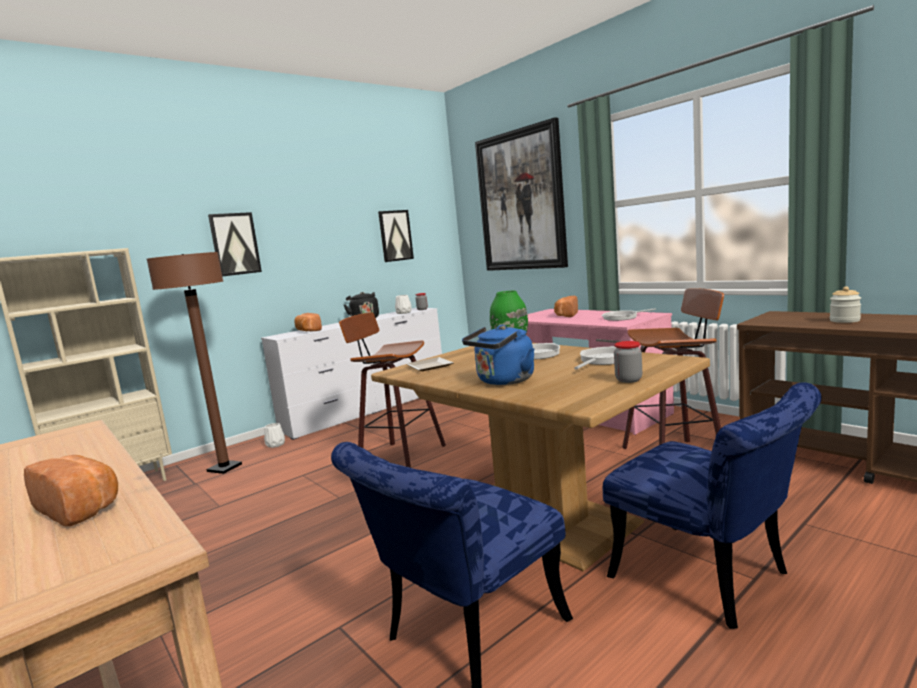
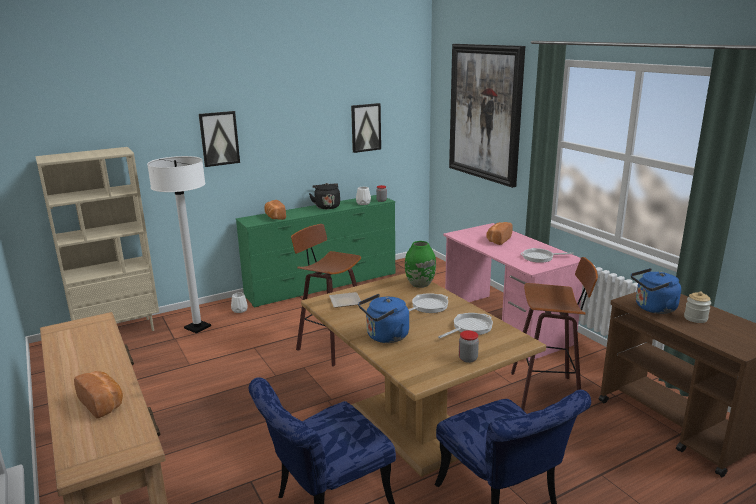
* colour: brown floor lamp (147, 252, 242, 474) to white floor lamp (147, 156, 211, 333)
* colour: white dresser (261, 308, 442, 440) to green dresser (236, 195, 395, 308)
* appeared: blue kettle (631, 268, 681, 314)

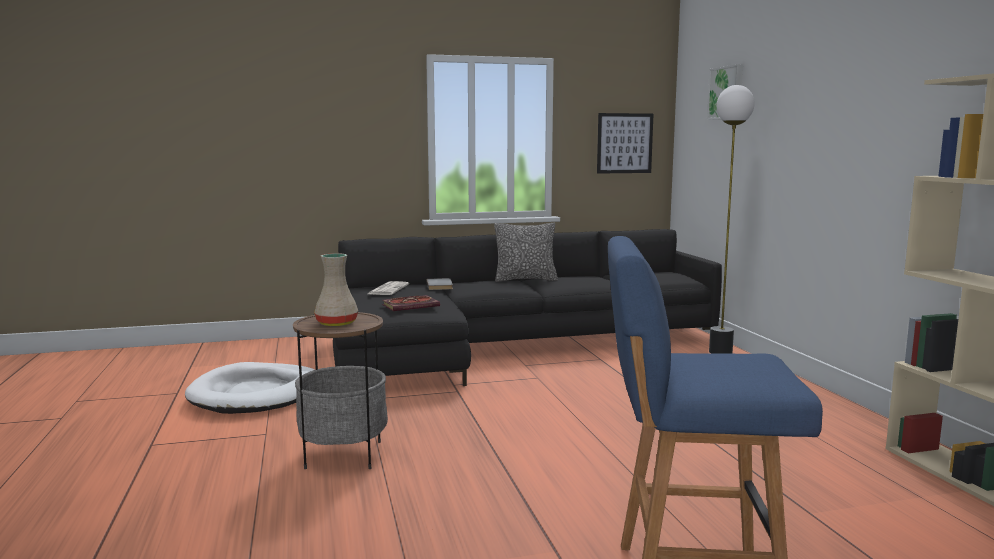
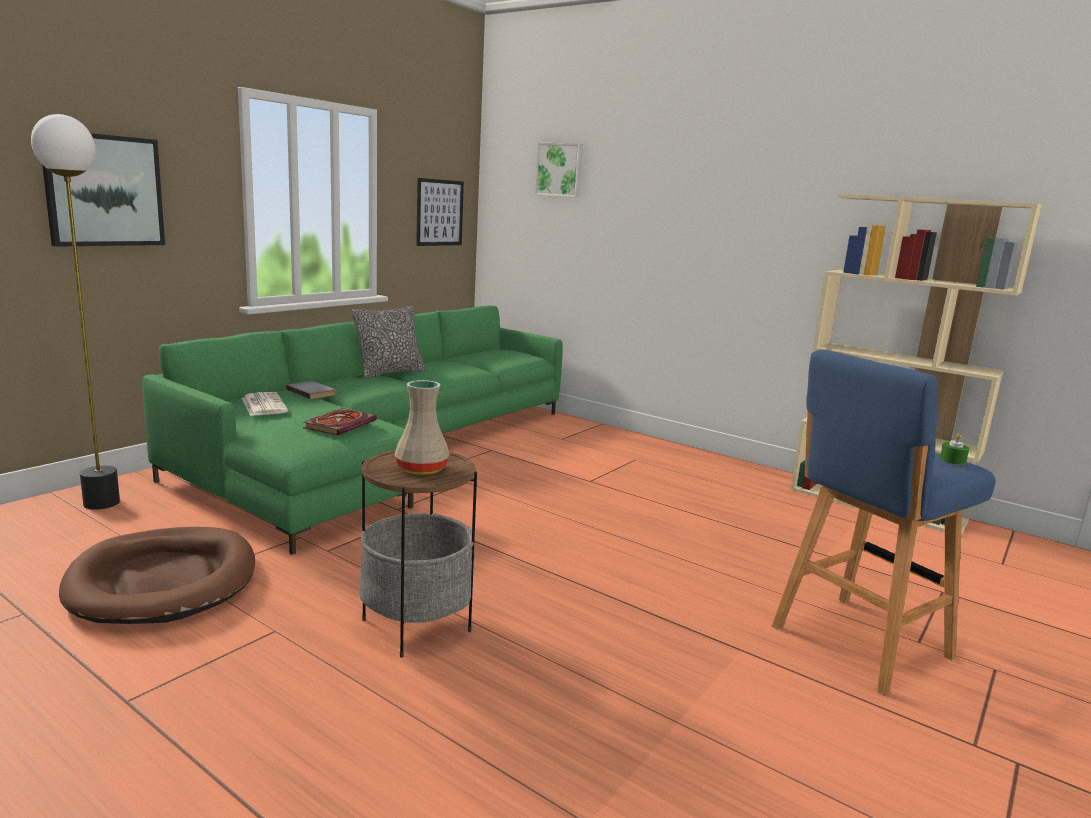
* relocated: floor lamp (709, 85, 755, 354) to (31, 114, 120, 510)
* appeared: picture (42, 133, 165, 247)
* colour: white dog bed (185, 362, 315, 414) to brown dog bed (59, 527, 255, 624)
* colour: black sofa (333, 229, 722, 386) to green sofa (142, 305, 563, 555)
* appeared: green candle (940, 434, 969, 465)

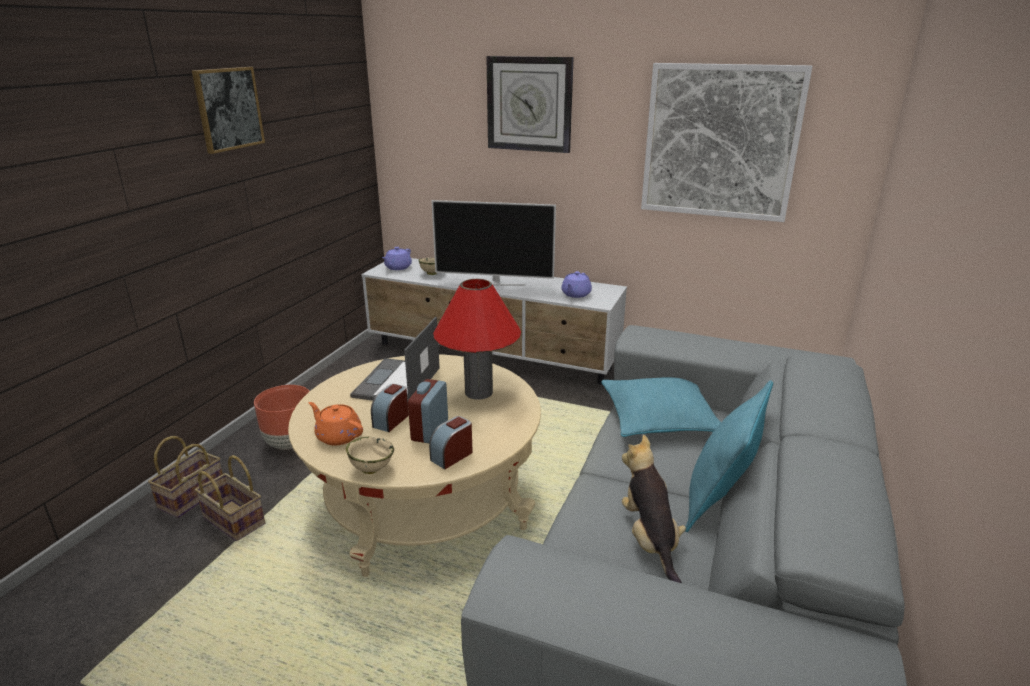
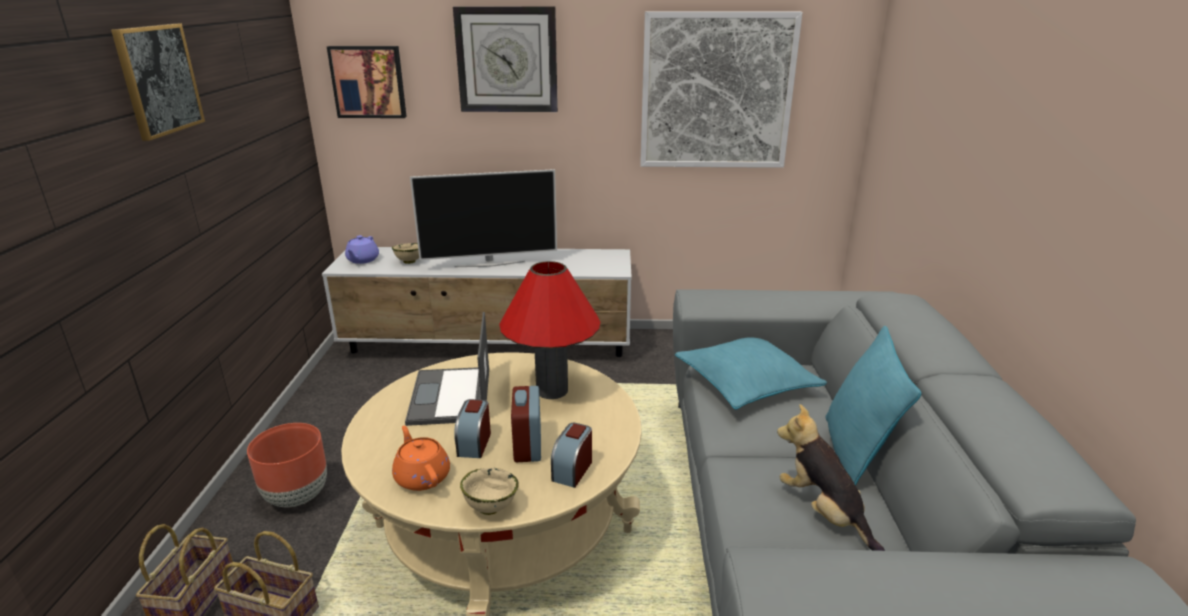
* appeared: picture (327, 46, 407, 118)
* spun: orange teapot (309, 402, 363, 445) = (392, 426, 450, 491) 45 degrees clockwise
* missing: purple teapot (561, 271, 592, 298)

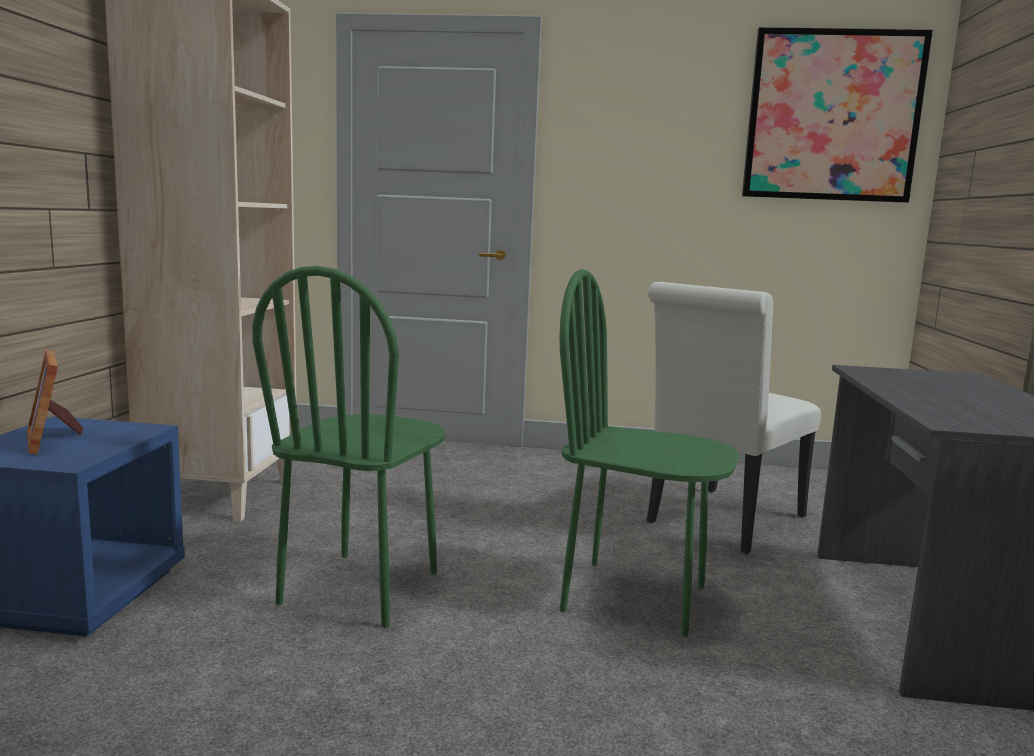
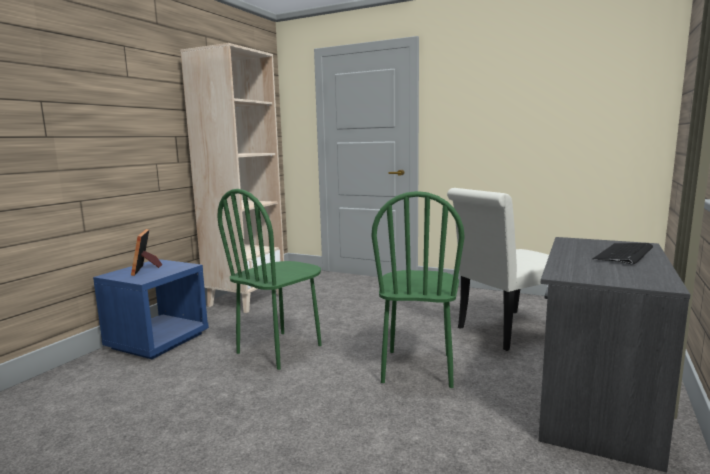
* spun: green chair (560, 269, 739, 637) = (371, 191, 465, 388) 120 degrees counterclockwise
* appeared: keyboard (593, 243, 653, 264)
* missing: picture (742, 27, 933, 203)

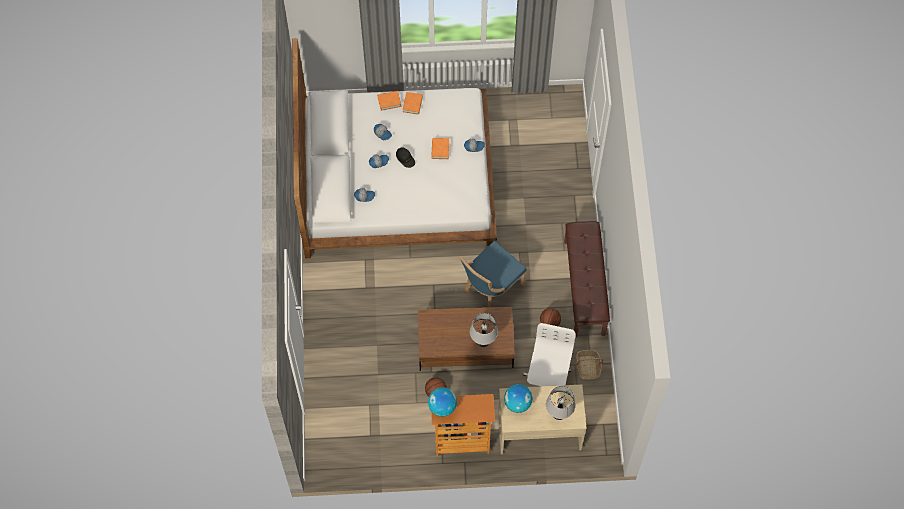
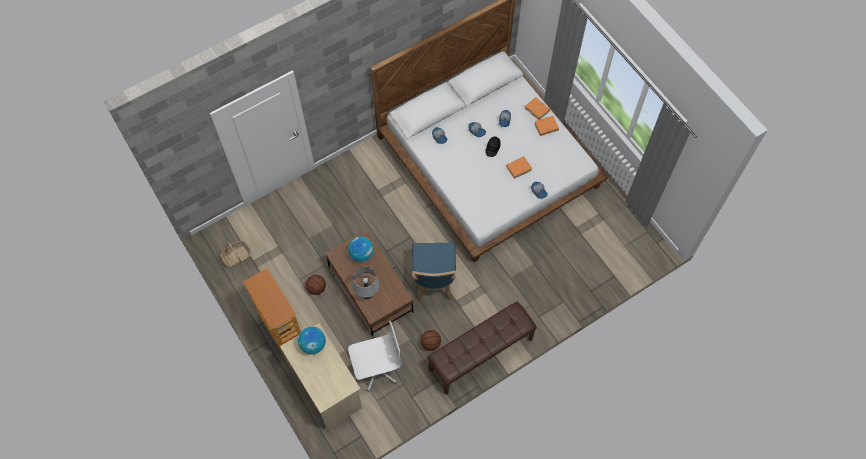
* relocated: basket (576, 350, 603, 380) to (220, 241, 251, 267)
* relocated: globe (428, 387, 457, 417) to (348, 236, 374, 262)
* spun: blue chair (460, 241, 527, 307) = (412, 243, 456, 302) 105 degrees counterclockwise
* missing: grey table lamp (546, 386, 575, 420)

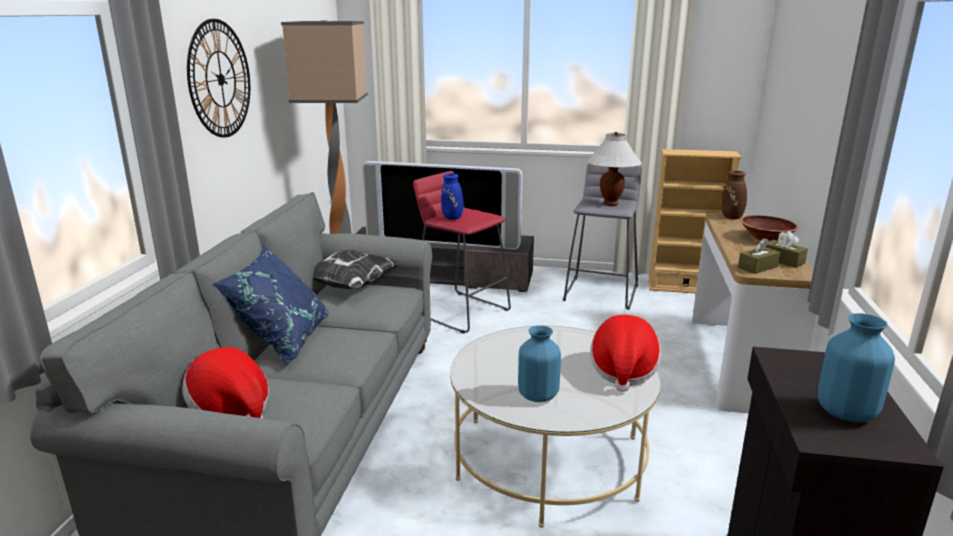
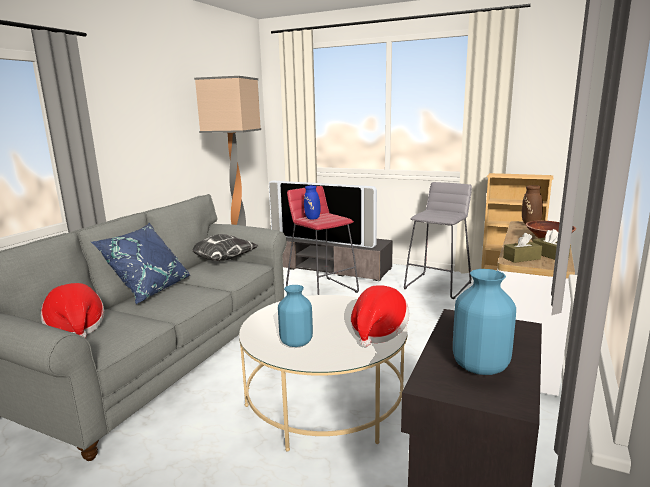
* missing: wall clock (187, 19, 250, 138)
* missing: white table lamp (586, 132, 642, 206)

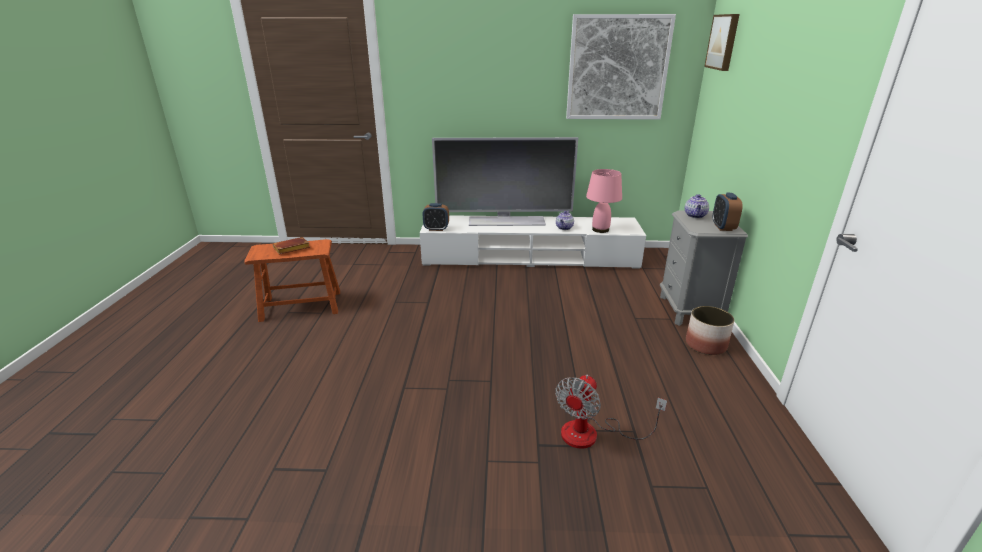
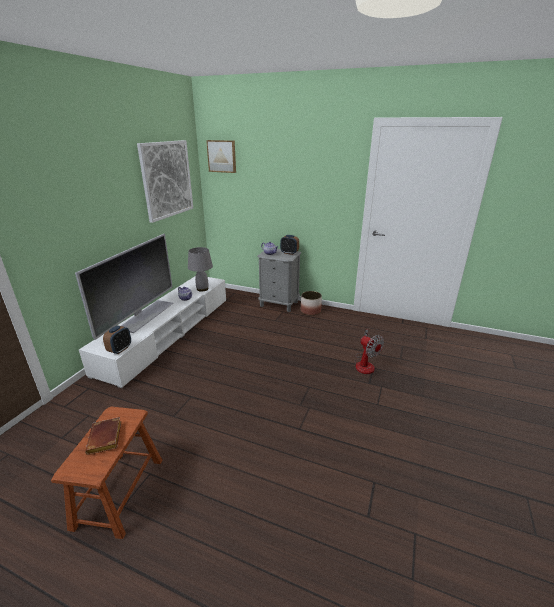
* colour: pink table lamp (586, 169, 622, 233) to grey table lamp (188, 247, 213, 292)

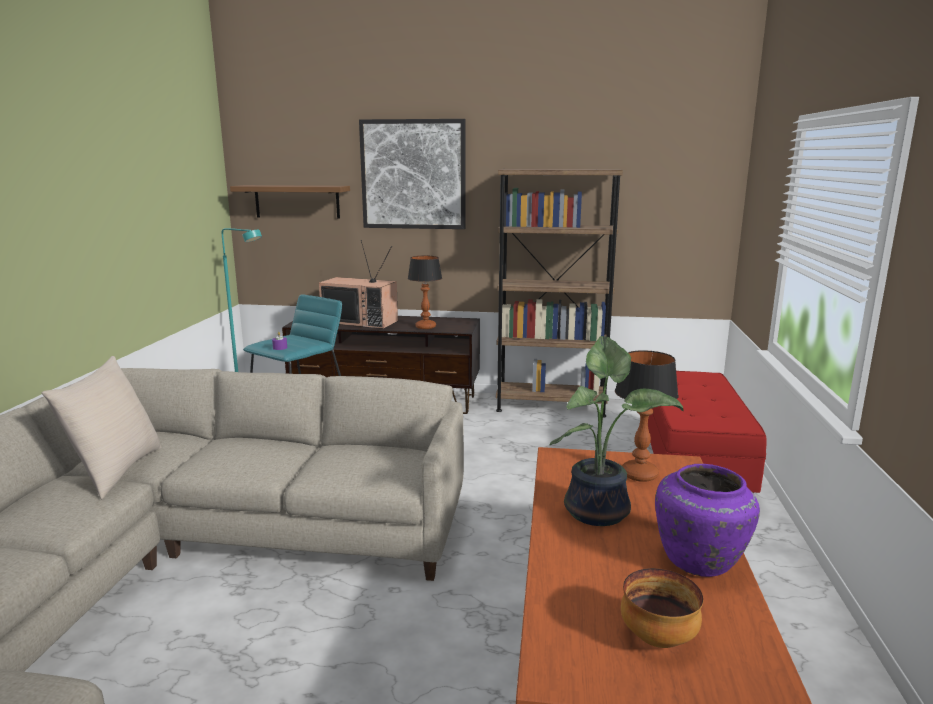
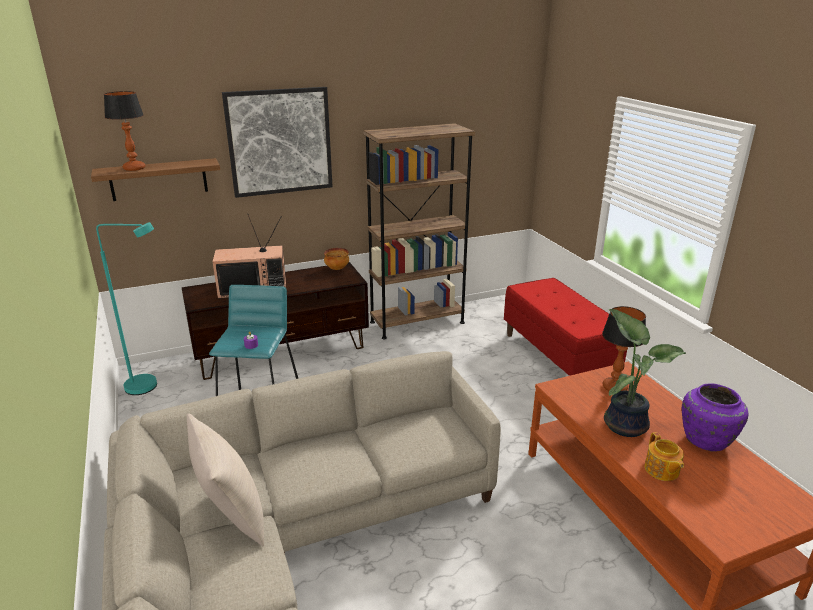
* relocated: table lamp (408, 256, 442, 329) to (104, 91, 146, 171)
* relocated: bowl (621, 568, 703, 648) to (324, 248, 349, 270)
* appeared: teapot (645, 432, 684, 481)

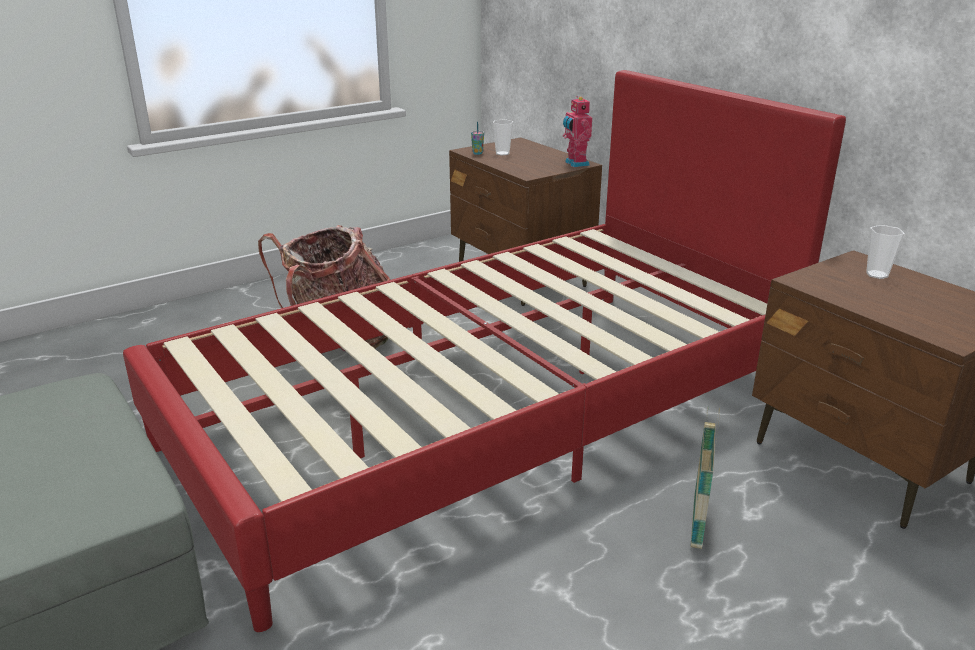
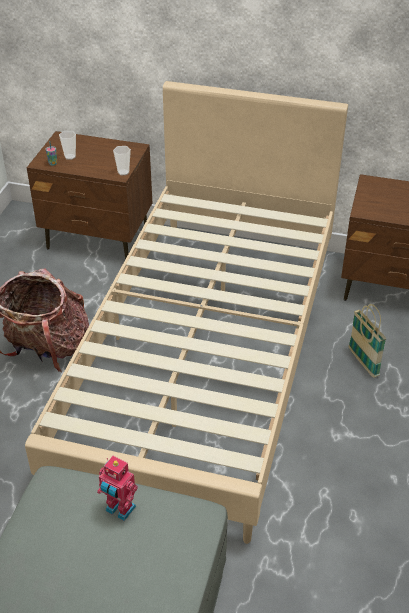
* colour: red bed (123, 70, 846, 632) to beige bed (25, 81, 348, 544)
* relocated: toy robot (563, 96, 592, 167) to (97, 456, 138, 521)
* relocated: cup (866, 225, 905, 279) to (113, 146, 131, 175)

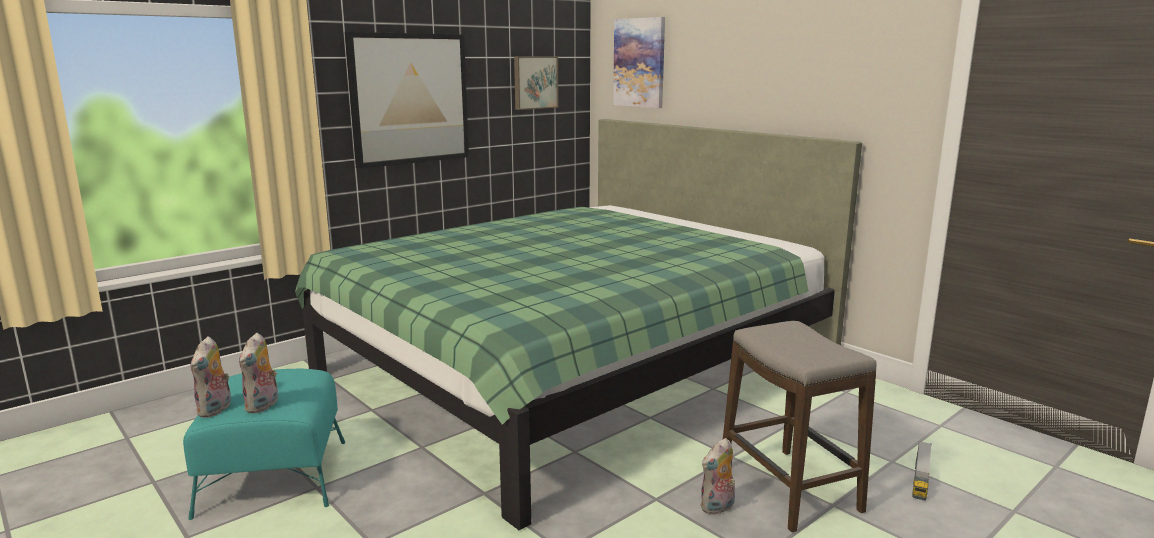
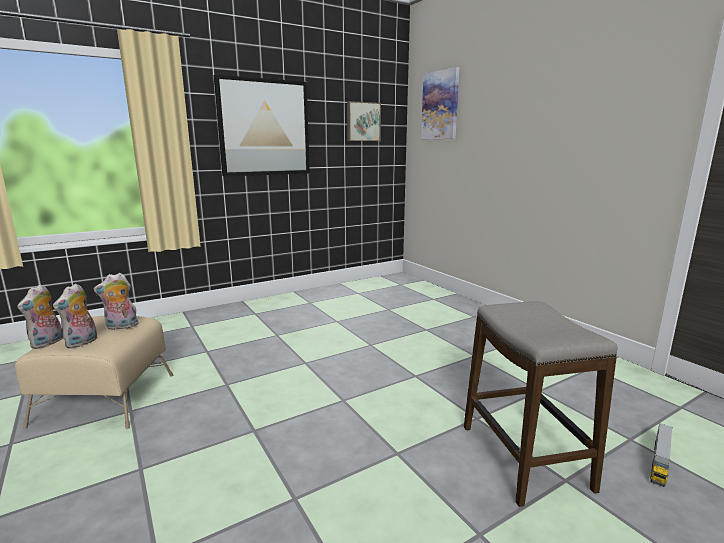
* colour: turquoise ottoman (183, 369, 345, 520) to beige ottoman (15, 316, 174, 429)
* relocated: plush toy (700, 438, 735, 515) to (93, 273, 139, 330)
* missing: green bed (295, 119, 862, 530)

